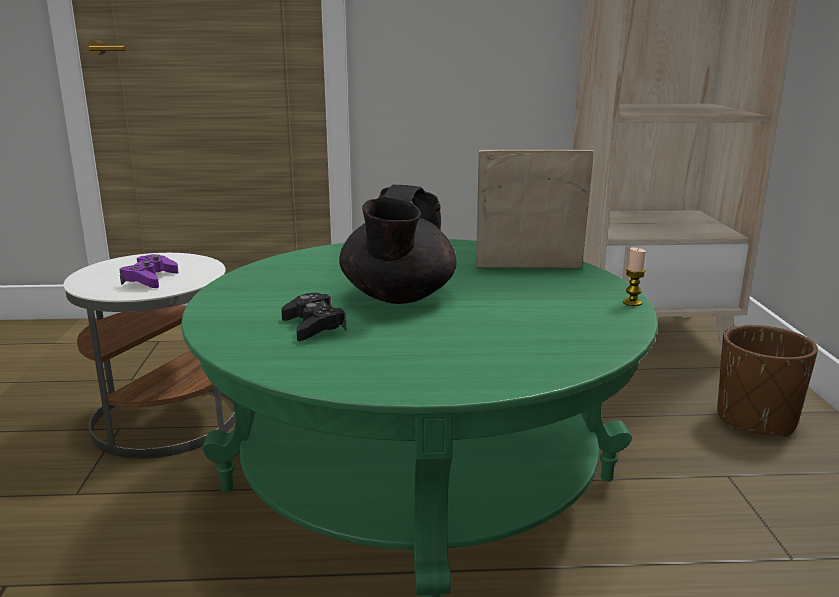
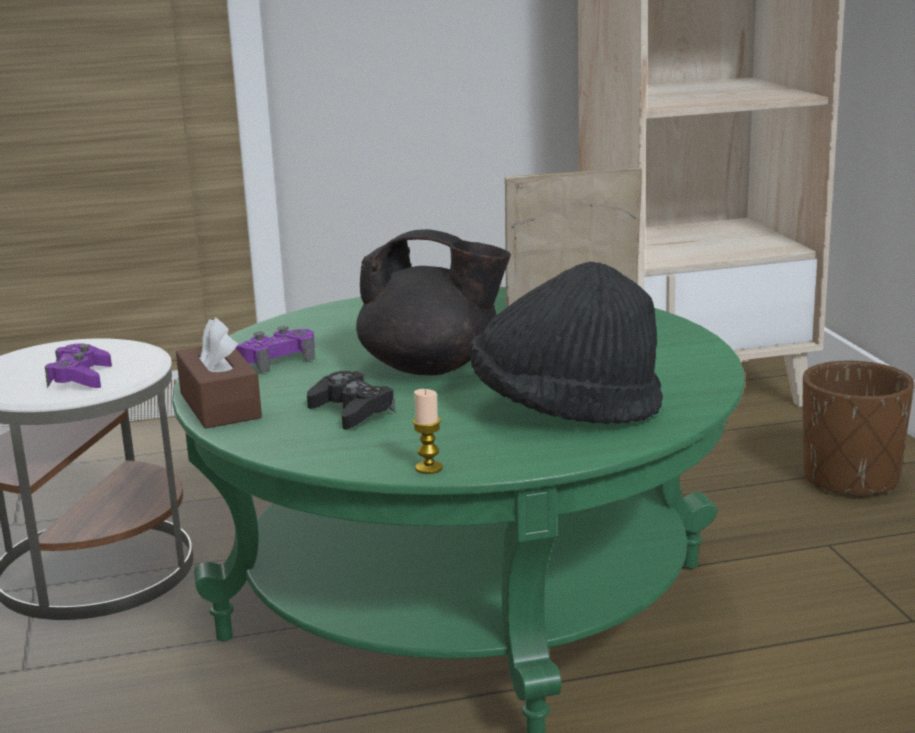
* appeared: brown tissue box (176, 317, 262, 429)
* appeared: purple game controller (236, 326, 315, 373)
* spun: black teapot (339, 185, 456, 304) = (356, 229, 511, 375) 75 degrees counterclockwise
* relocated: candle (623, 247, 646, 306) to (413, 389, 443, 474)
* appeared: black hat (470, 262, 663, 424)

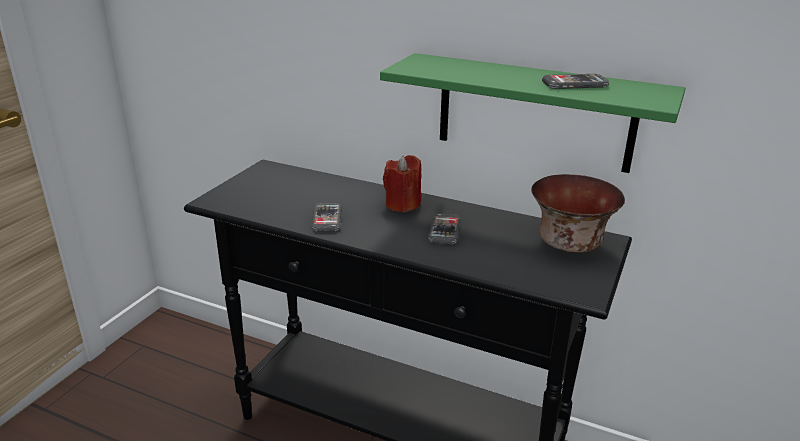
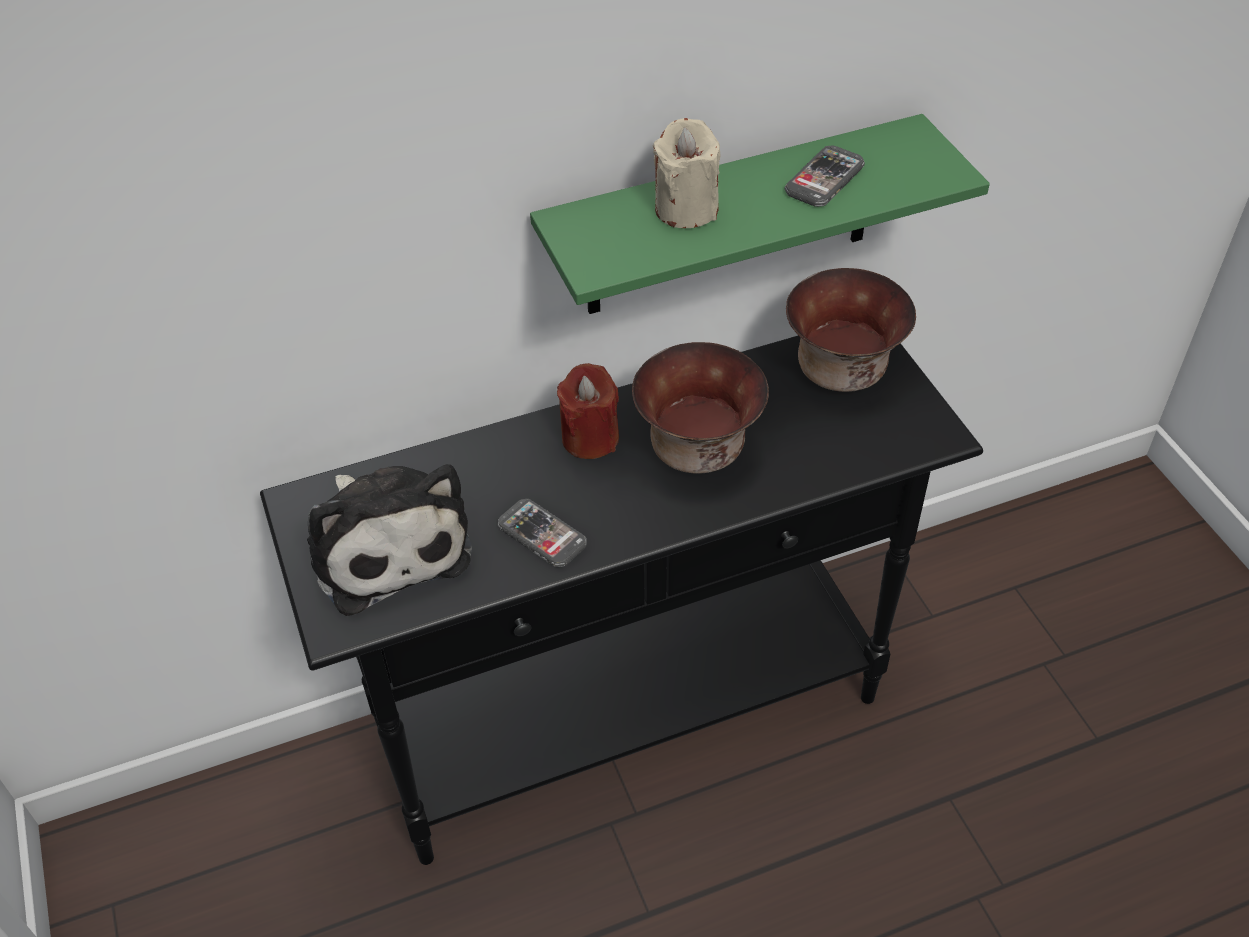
* appeared: plush toy (307, 464, 472, 616)
* exchanged: phone (428, 213, 461, 245) to bowl (632, 342, 769, 474)
* appeared: beige candle (653, 118, 721, 228)

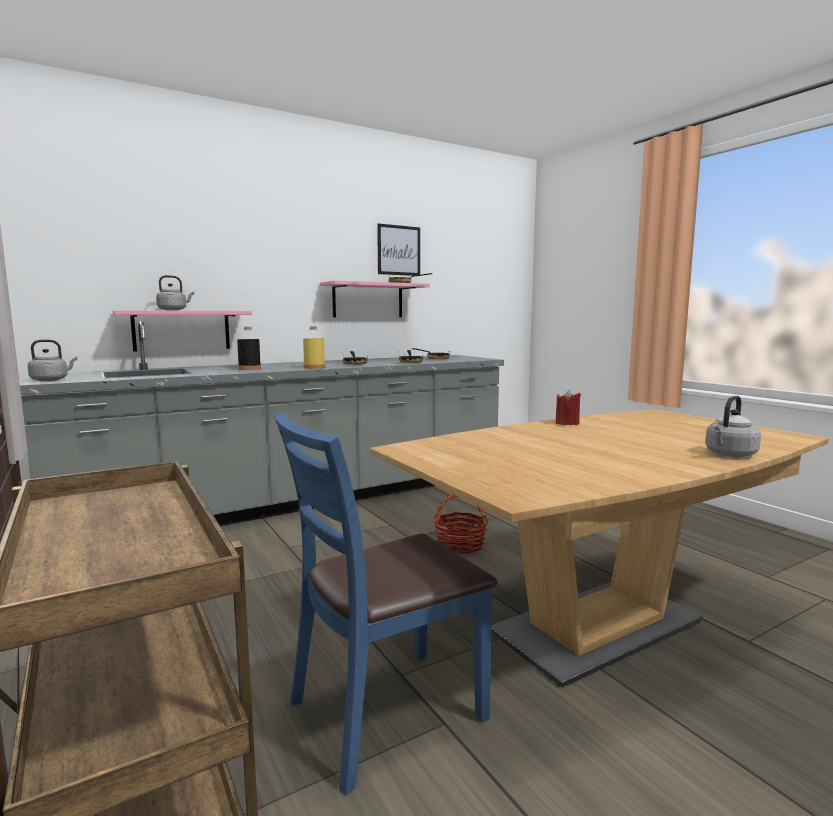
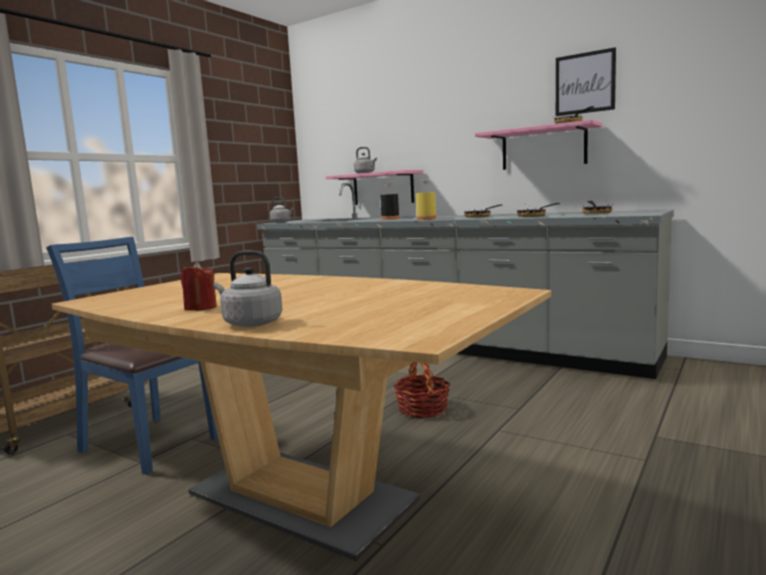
* relocated: red candle (555, 390, 581, 425) to (180, 262, 217, 311)

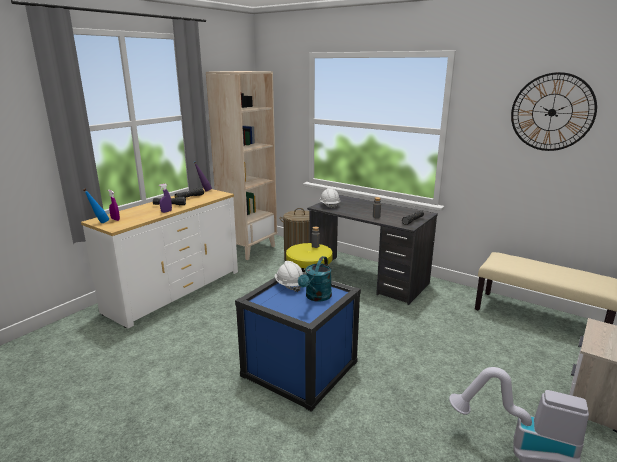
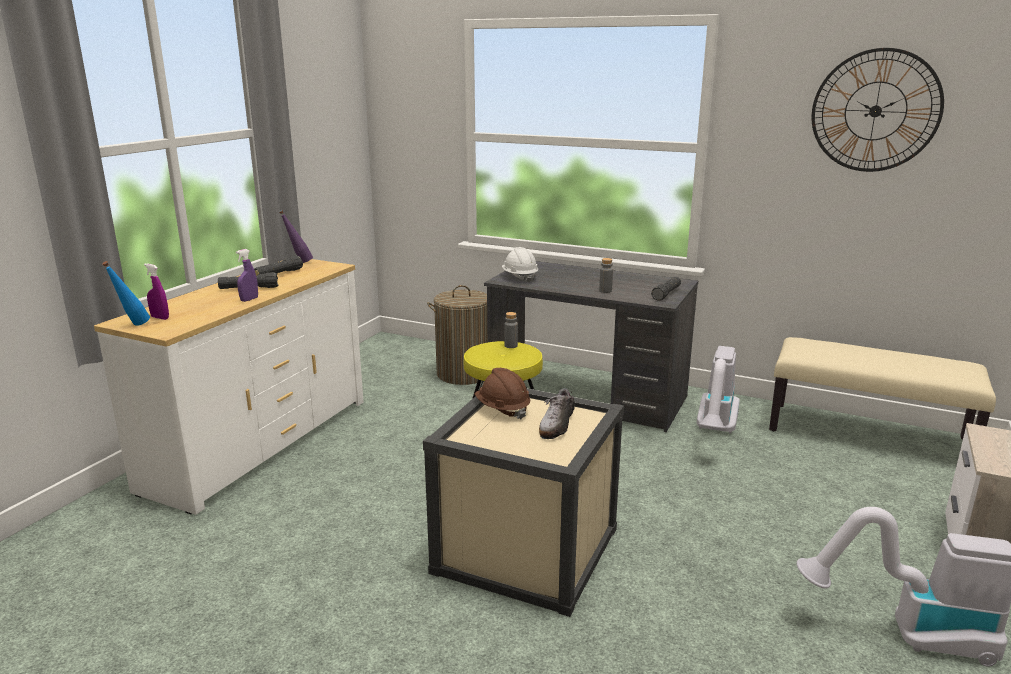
* colour: blue storage box (235, 272, 361, 412) to beige storage box (423, 388, 624, 617)
* colour: white hard hat (275, 261, 303, 292) to brown hard hat (475, 368, 530, 420)
* exchanged: turquoise watering can (298, 256, 332, 301) to shoe (539, 388, 578, 439)
* appeared: vacuum cleaner (697, 346, 740, 433)
* missing: beige bookcase (206, 71, 277, 260)

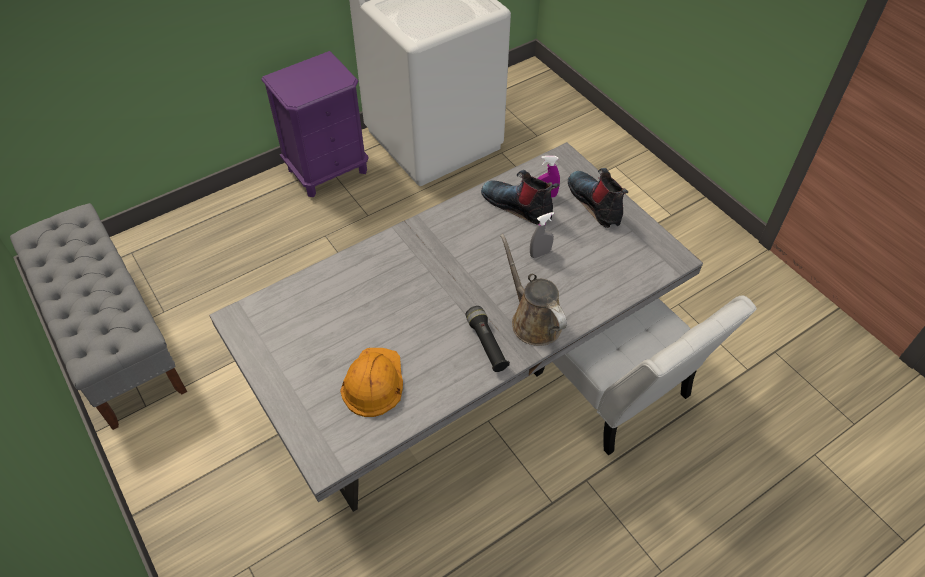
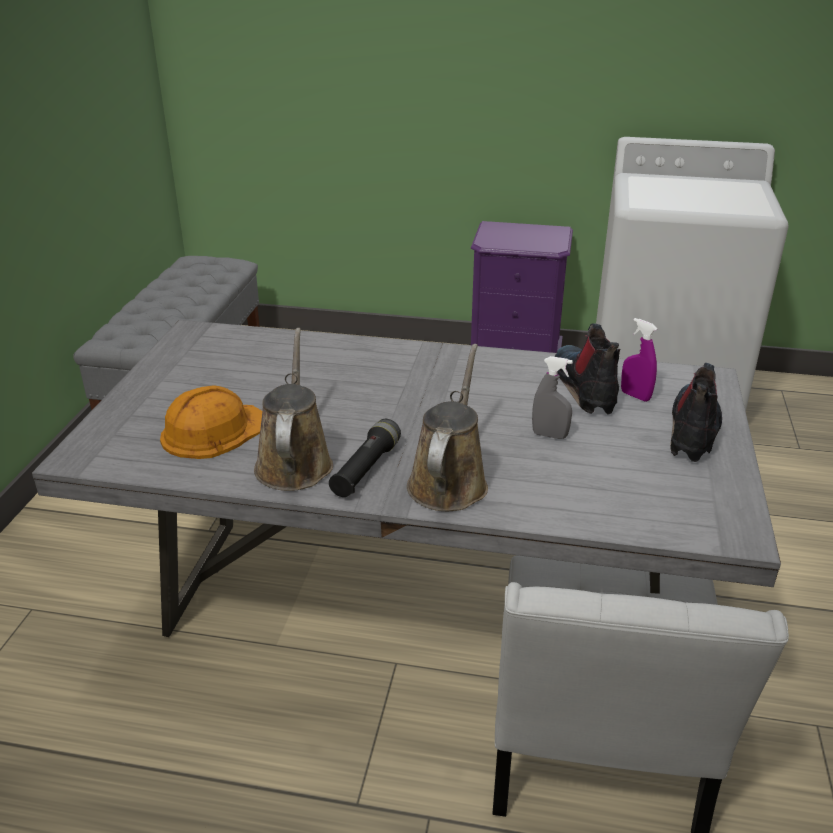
* appeared: brown watering can (254, 328, 333, 491)

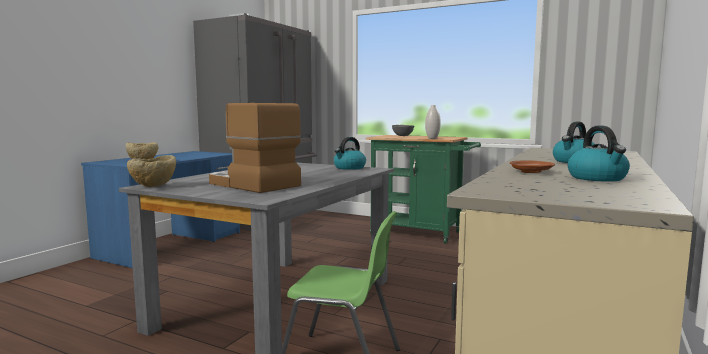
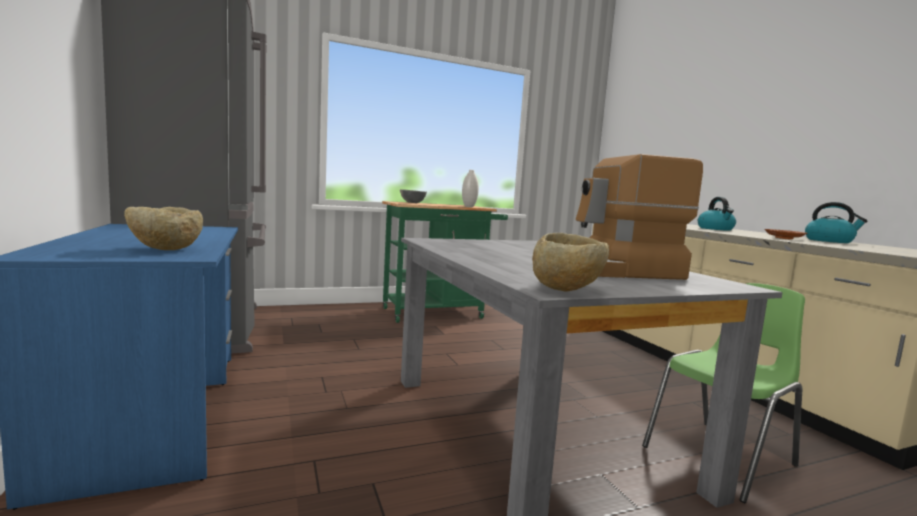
* missing: kettle (334, 137, 366, 170)

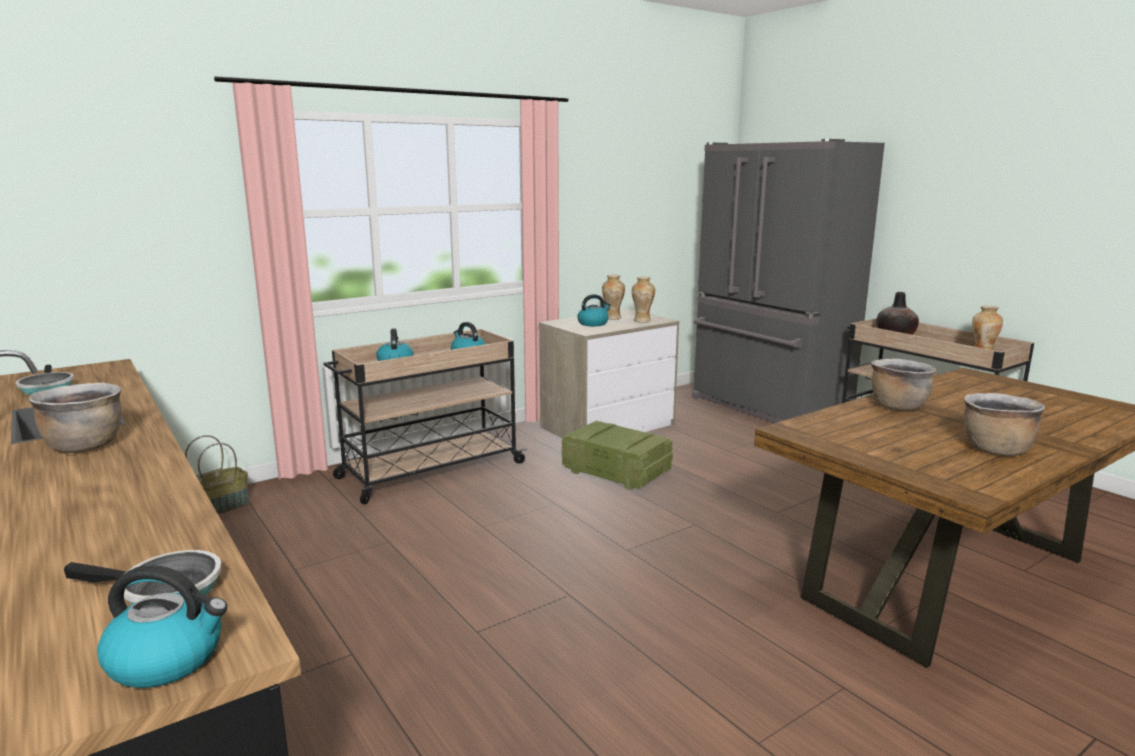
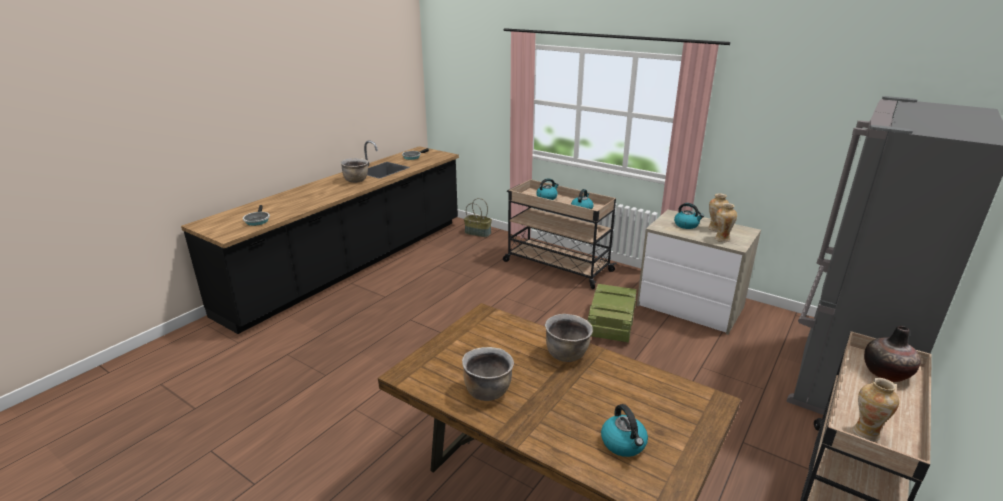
* relocated: kettle (97, 565, 228, 688) to (601, 404, 648, 457)

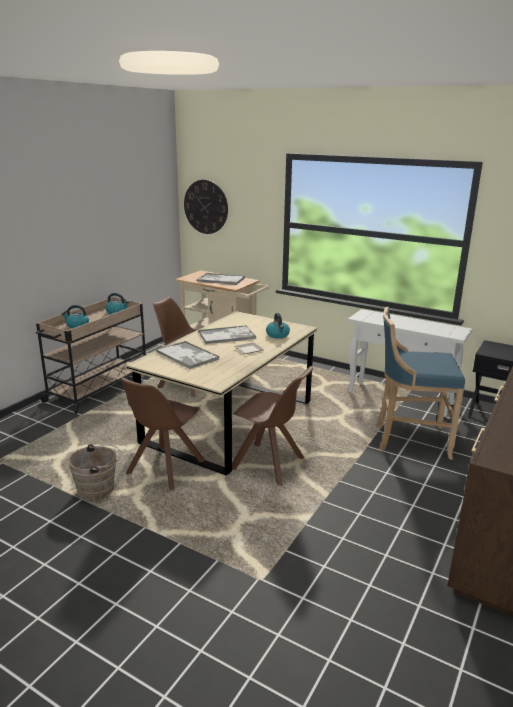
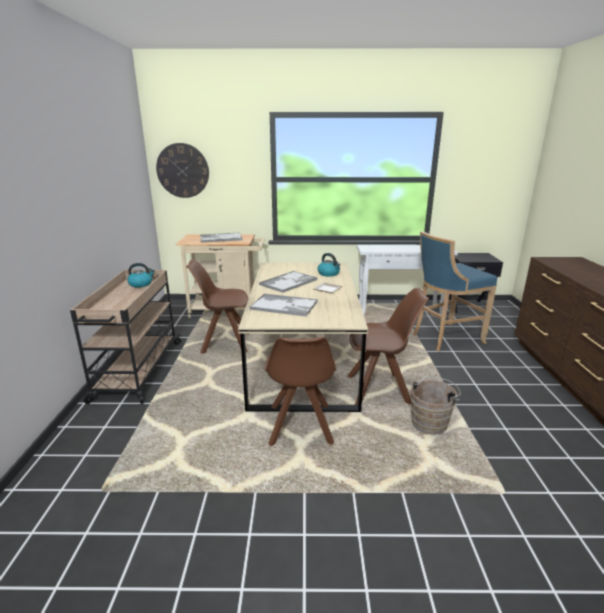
* relocated: brown bucket (68, 444, 122, 500) to (410, 377, 461, 435)
* missing: kettle (62, 305, 89, 328)

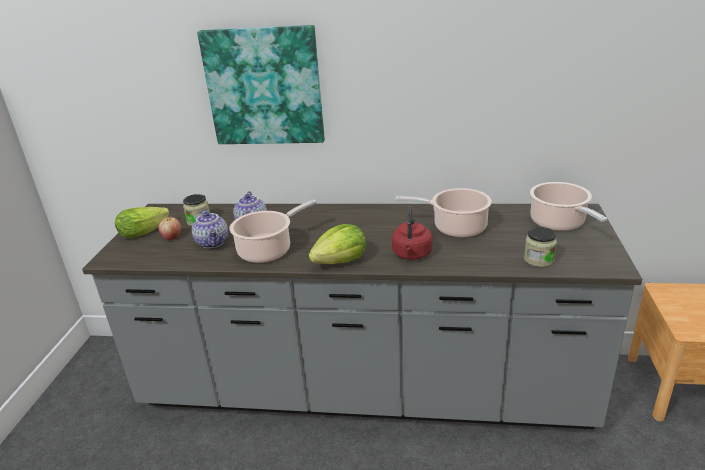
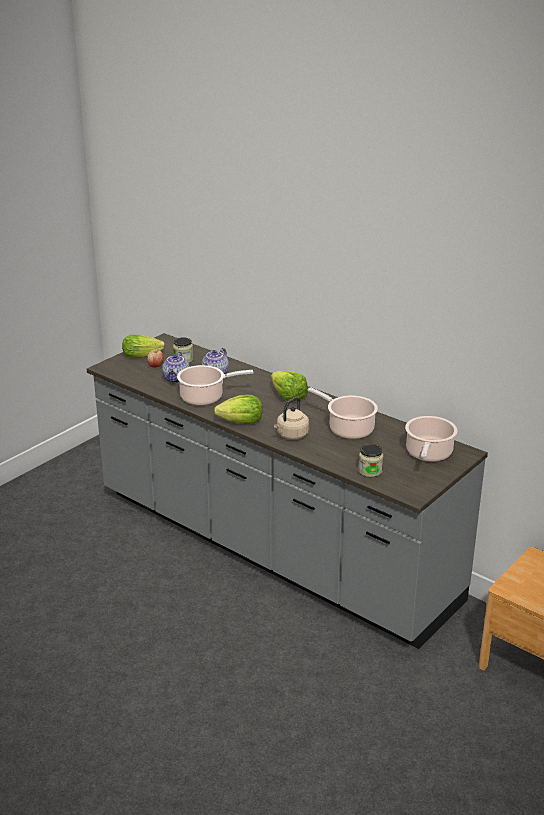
* appeared: lettuce (271, 371, 308, 401)
* colour: red kettle (392, 206, 432, 260) to beige kettle (274, 397, 309, 440)
* missing: picture (197, 25, 325, 144)

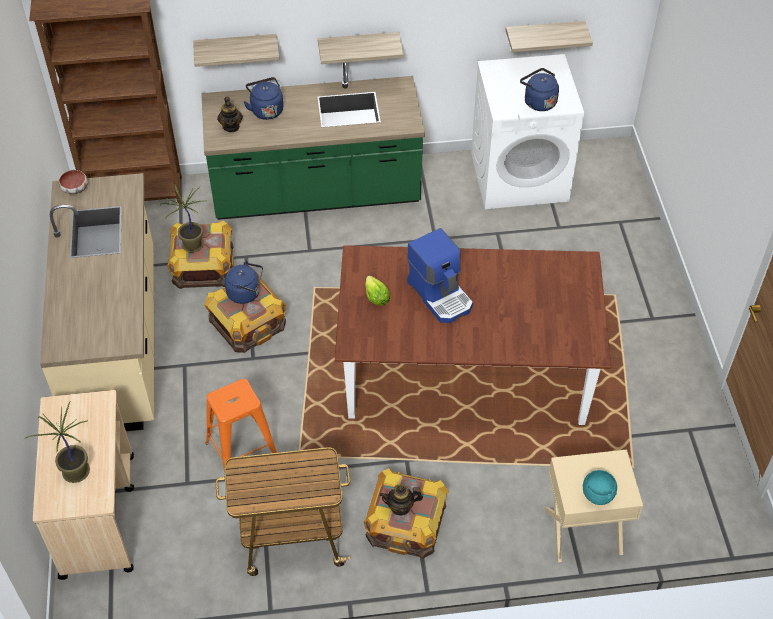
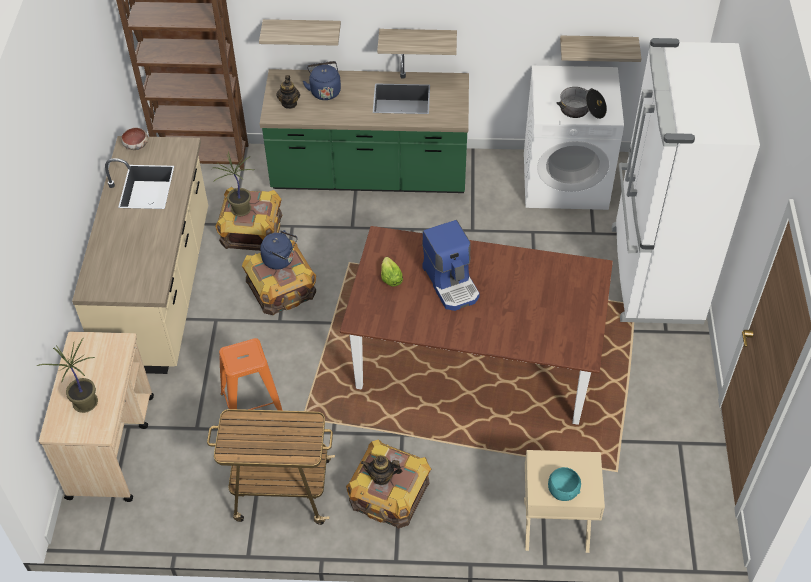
* exchanged: blue kettle (520, 68, 559, 111) to cooking pot (557, 87, 607, 119)
* appeared: white fridge (612, 38, 760, 324)

